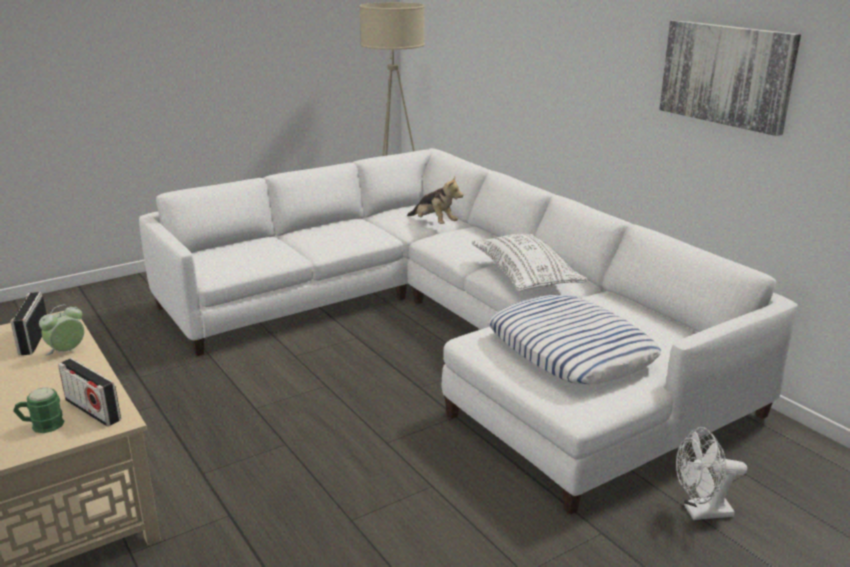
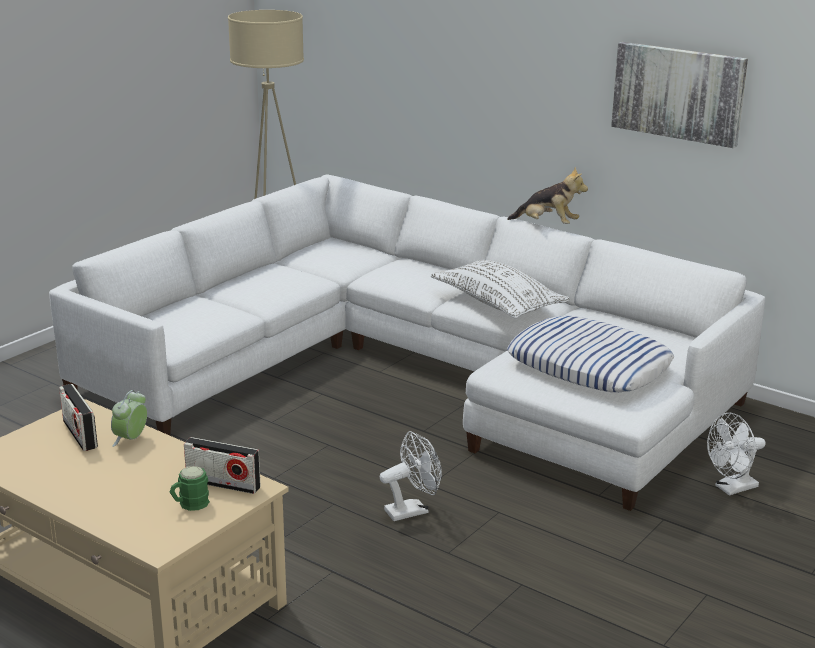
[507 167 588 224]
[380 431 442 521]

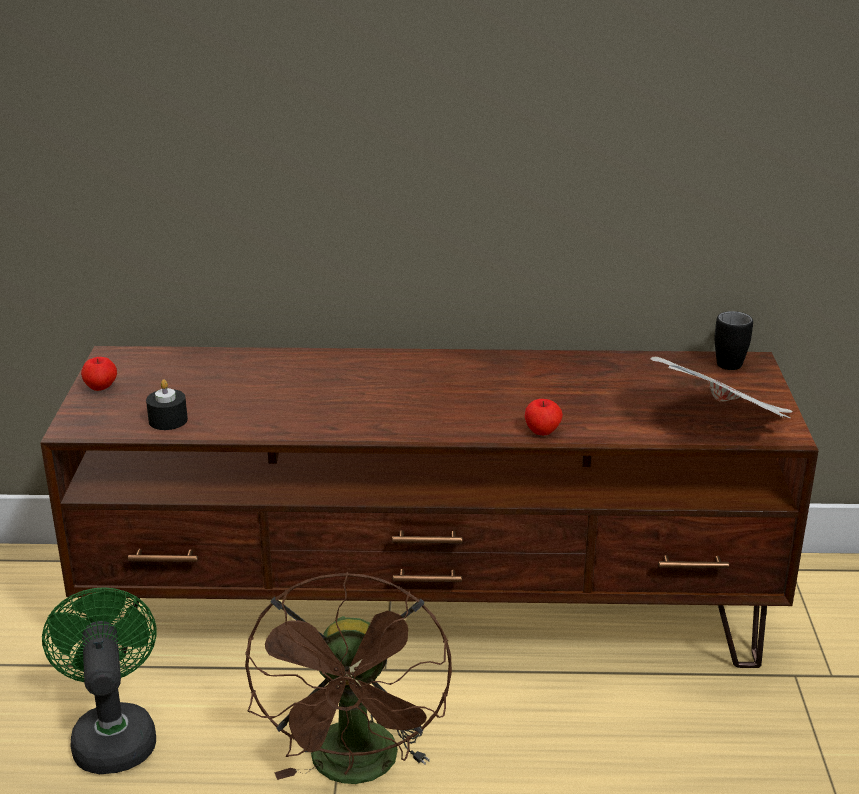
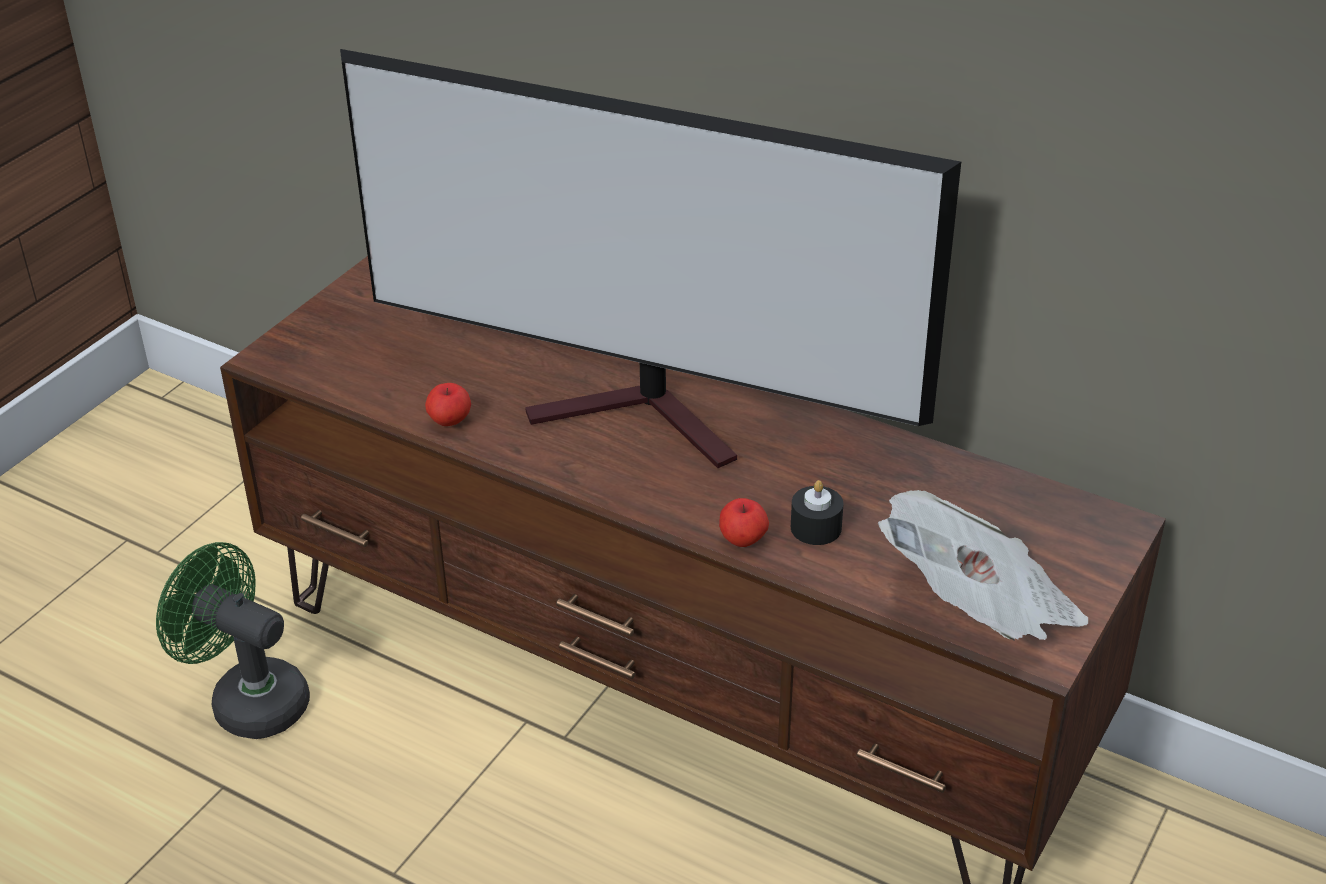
[715 311 753 370] (first image)
[425 383 471 426]
[791 480 843 545]
[245 572 452 784] (first image)
[156 542 310 739]
[340 49 961 468]

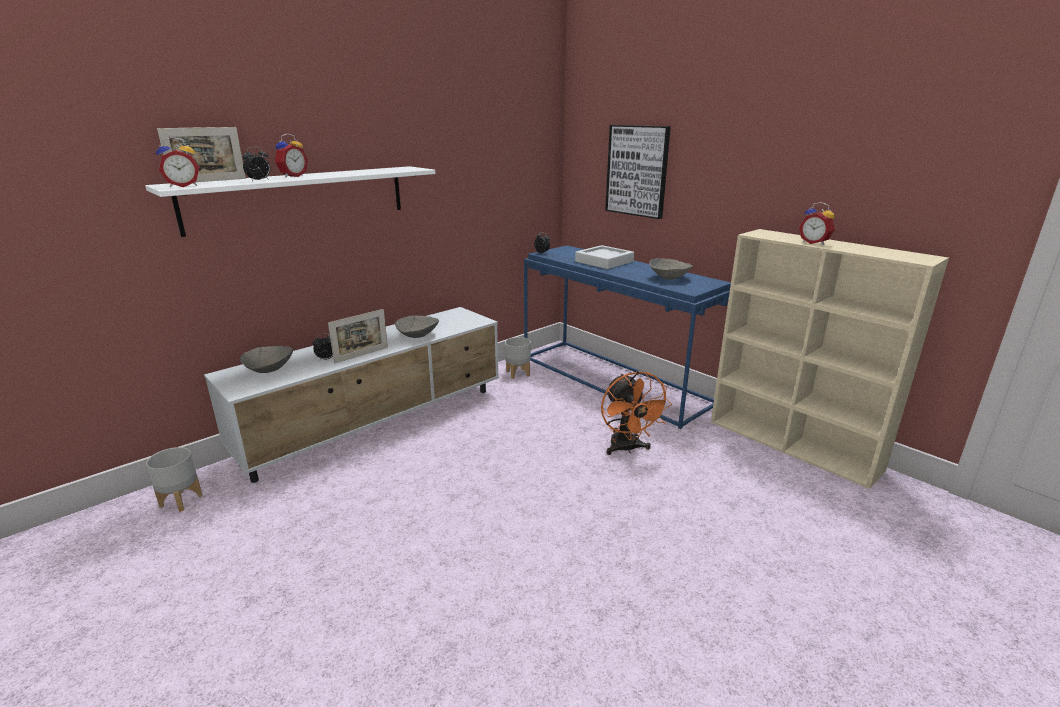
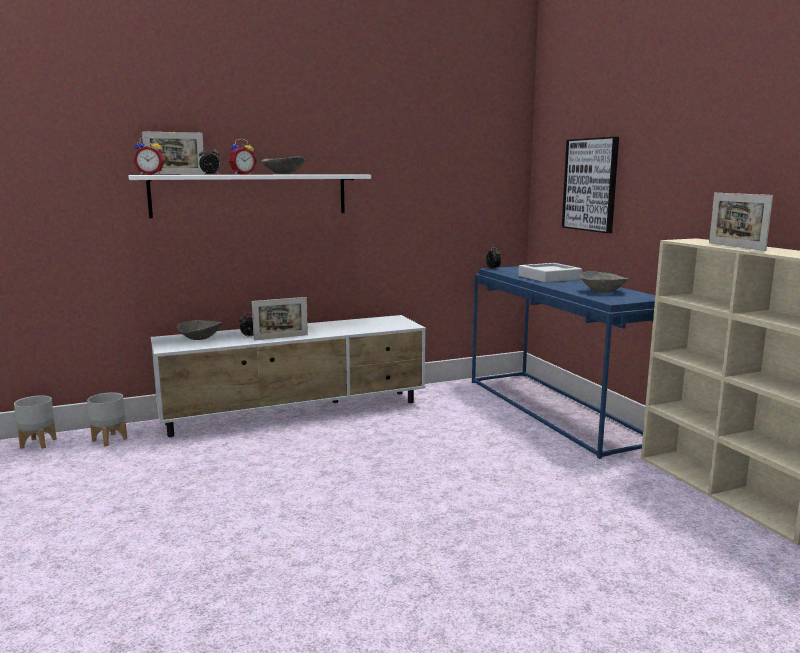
[709 193 773 251]
[261 157 306 174]
[14 395 57 449]
[601 371 672 455] (first image)

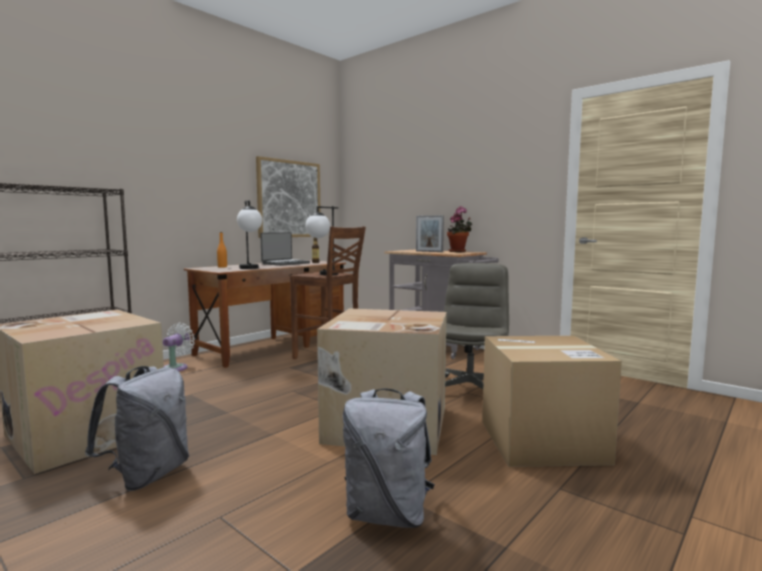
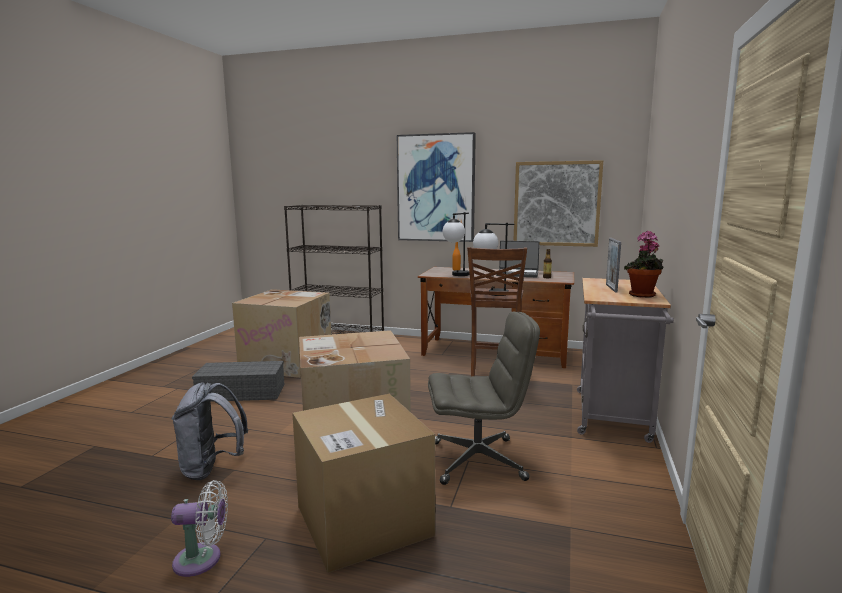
[171 480 228 577]
[192 361 284 402]
[397 132 476 242]

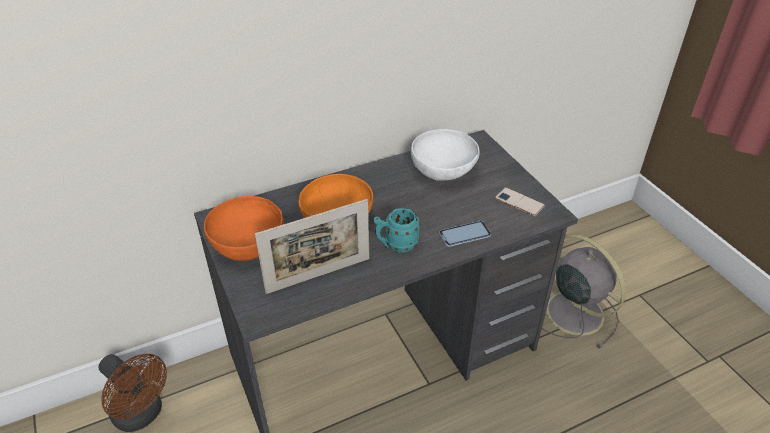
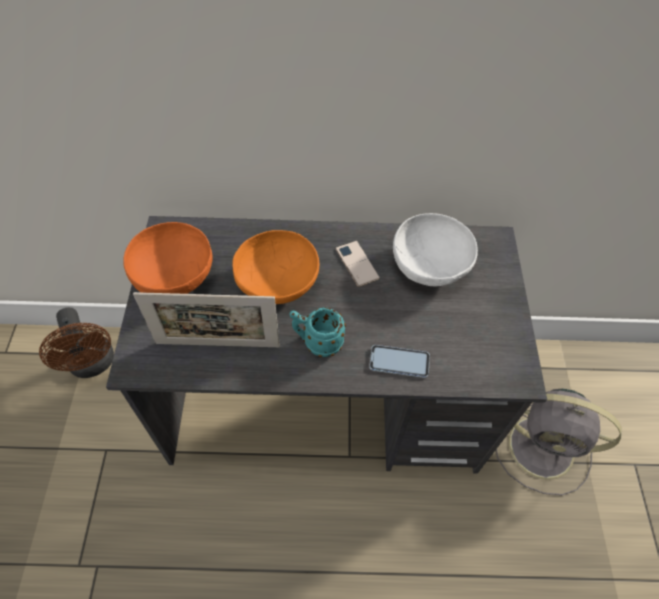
[336 241 380 287]
[496 389 622 495]

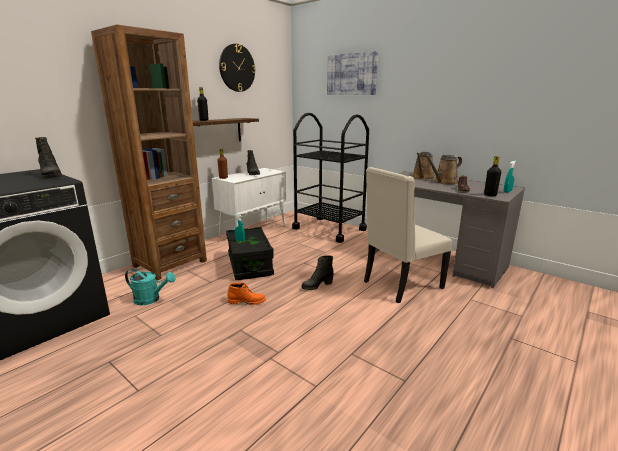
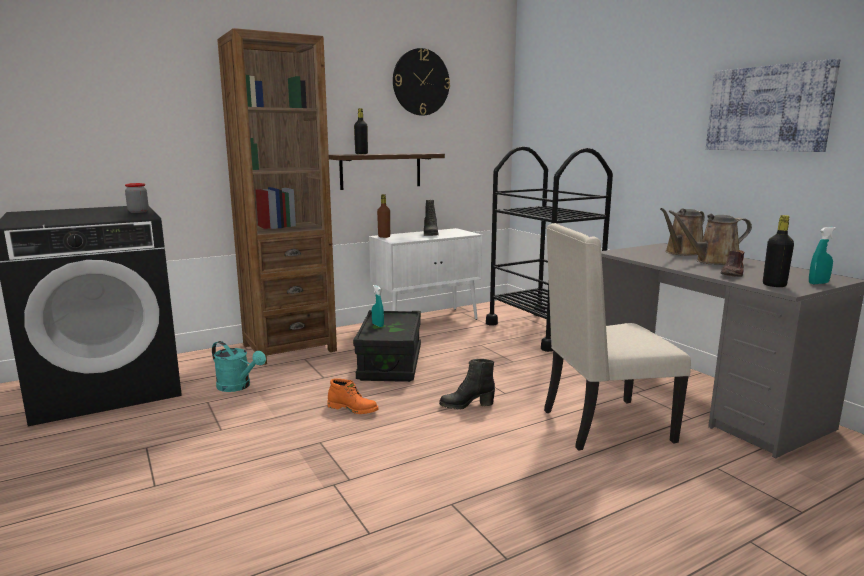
[706 59 840 152]
[125 183 149 213]

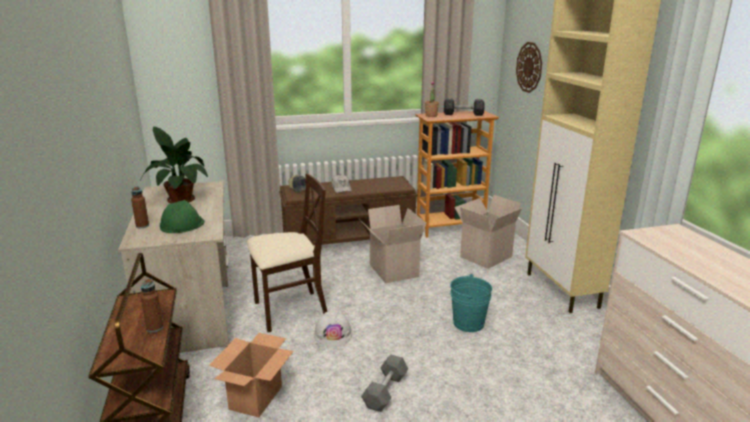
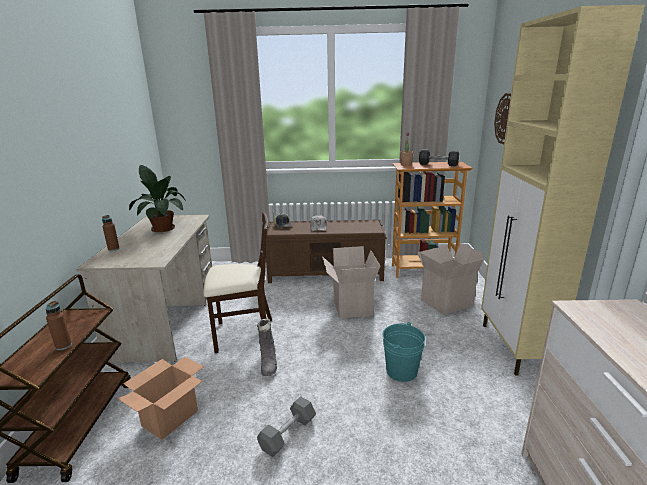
[160 200 205 233] (first image)
[257 318 277 376]

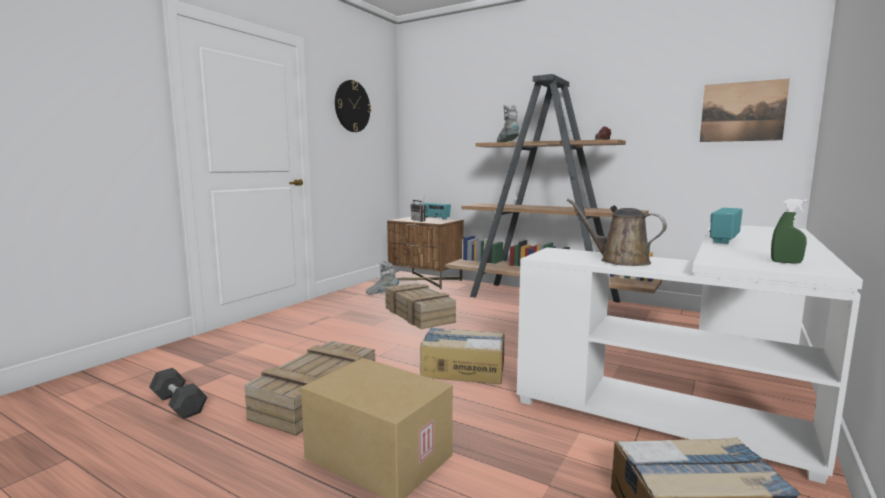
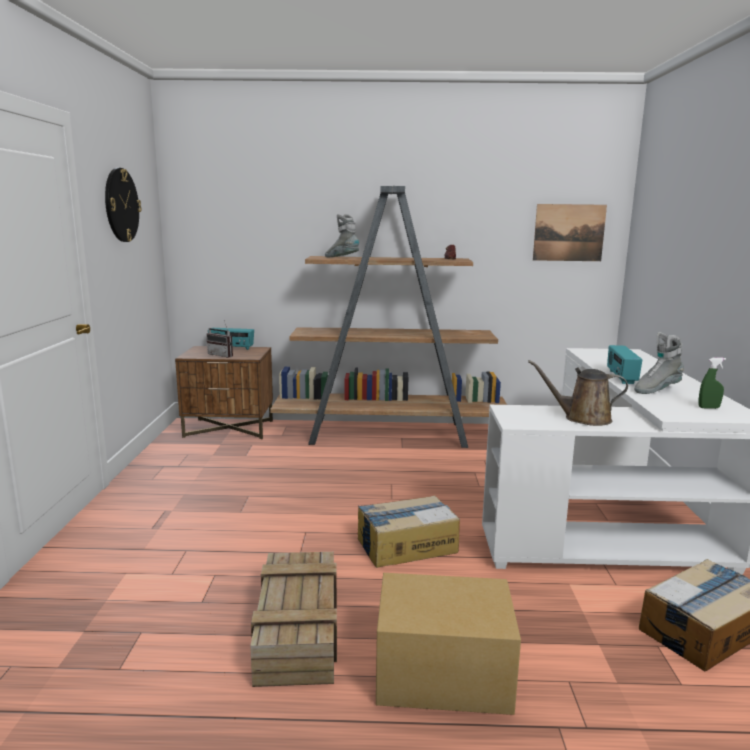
[634 332 684 394]
[385 283 456 329] (first image)
[149 368 207 419] (first image)

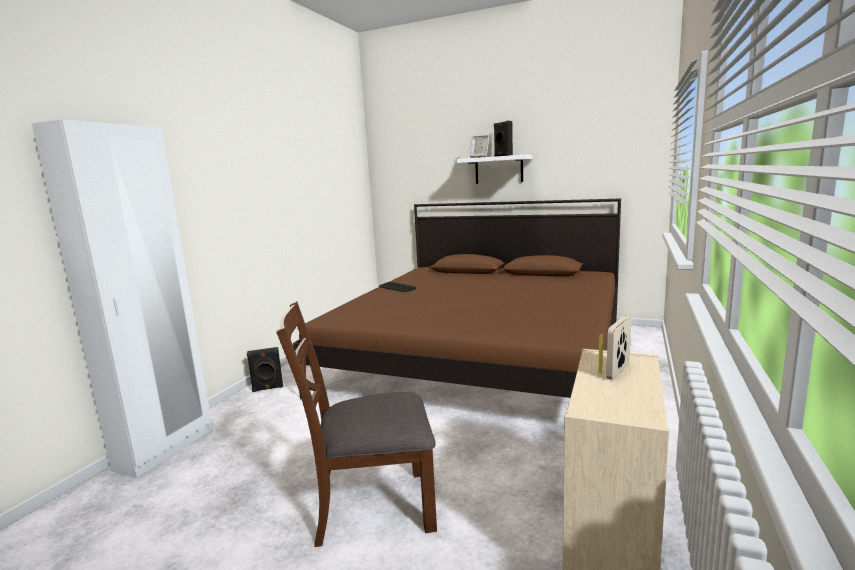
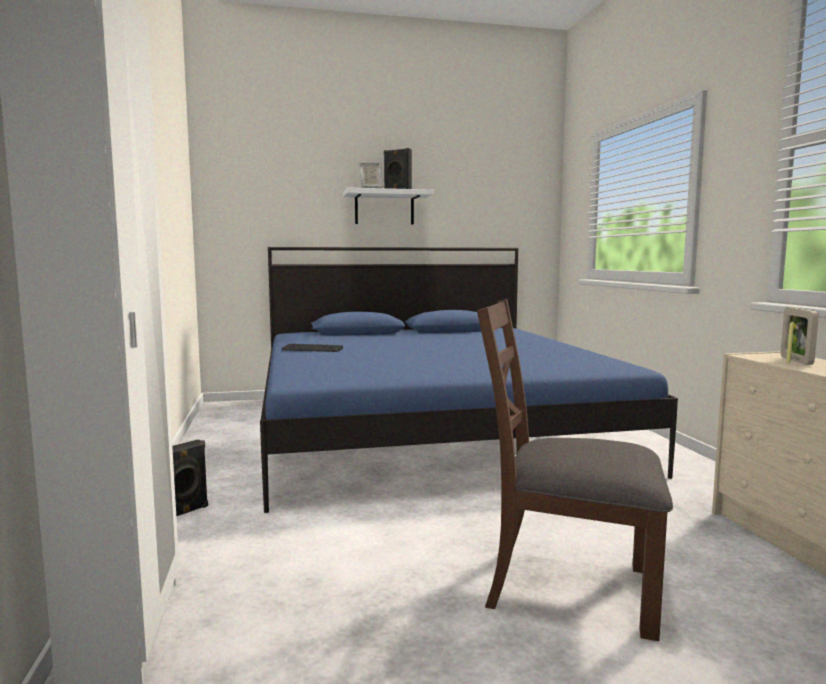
[260 247 678 513]
[477 299 673 641]

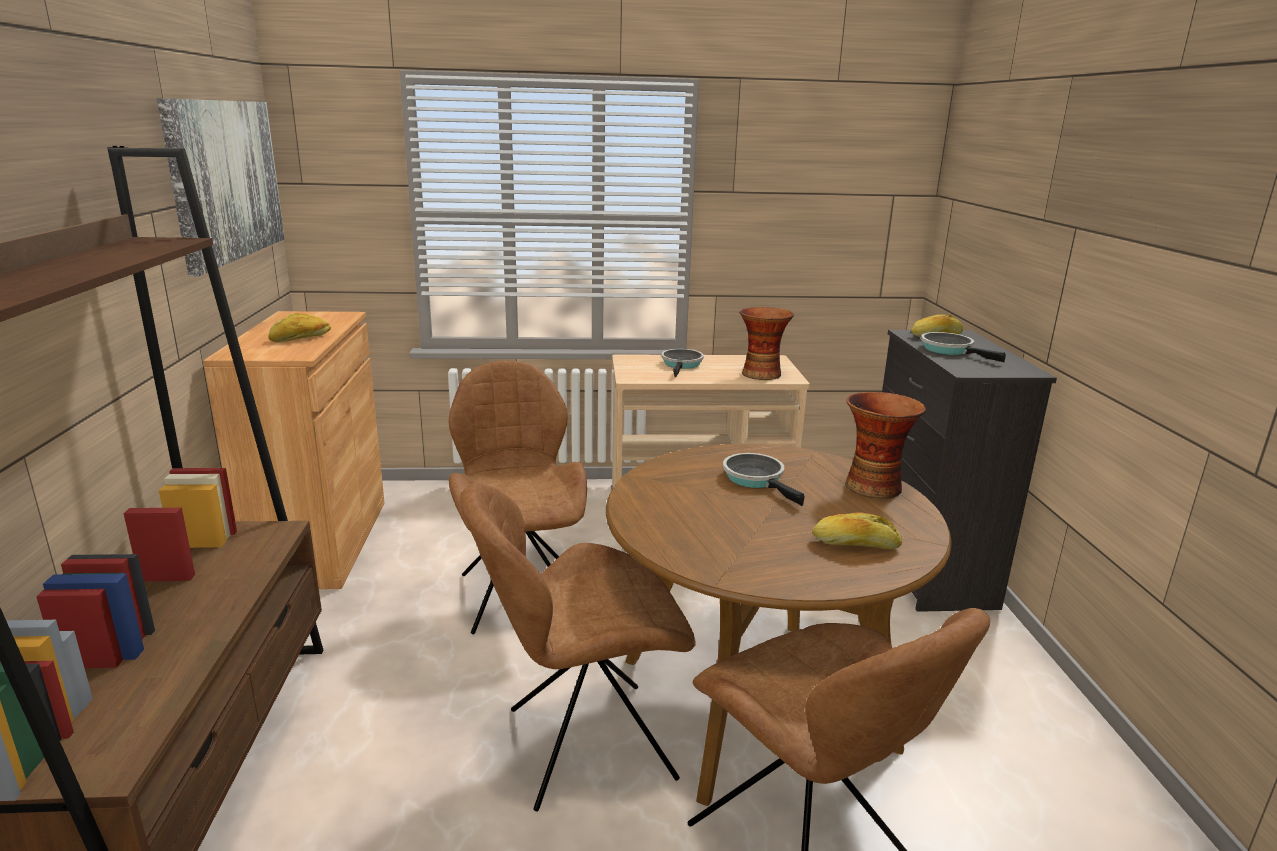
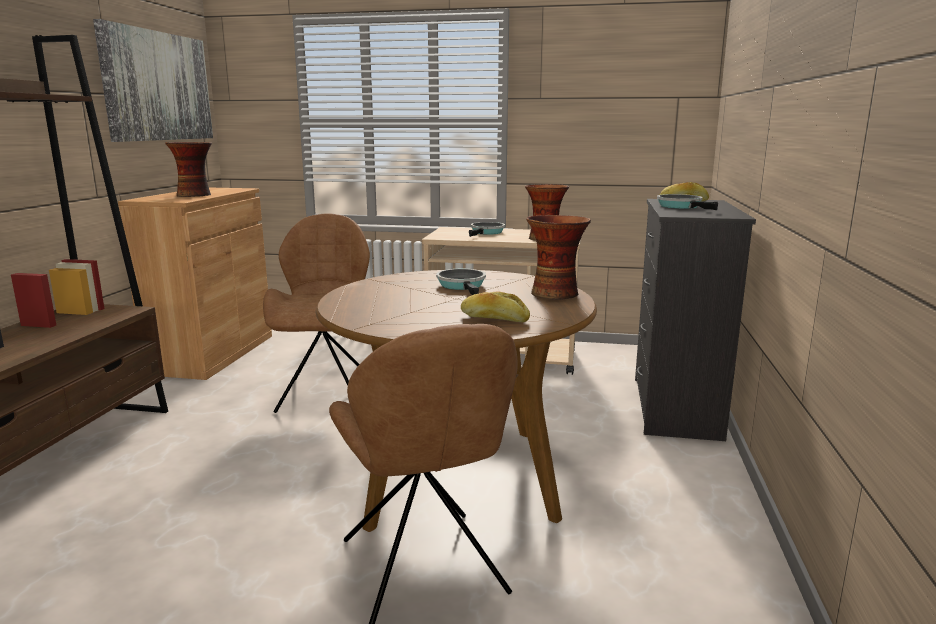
[165 142 212 197]
[460 483 696 812] (first image)

